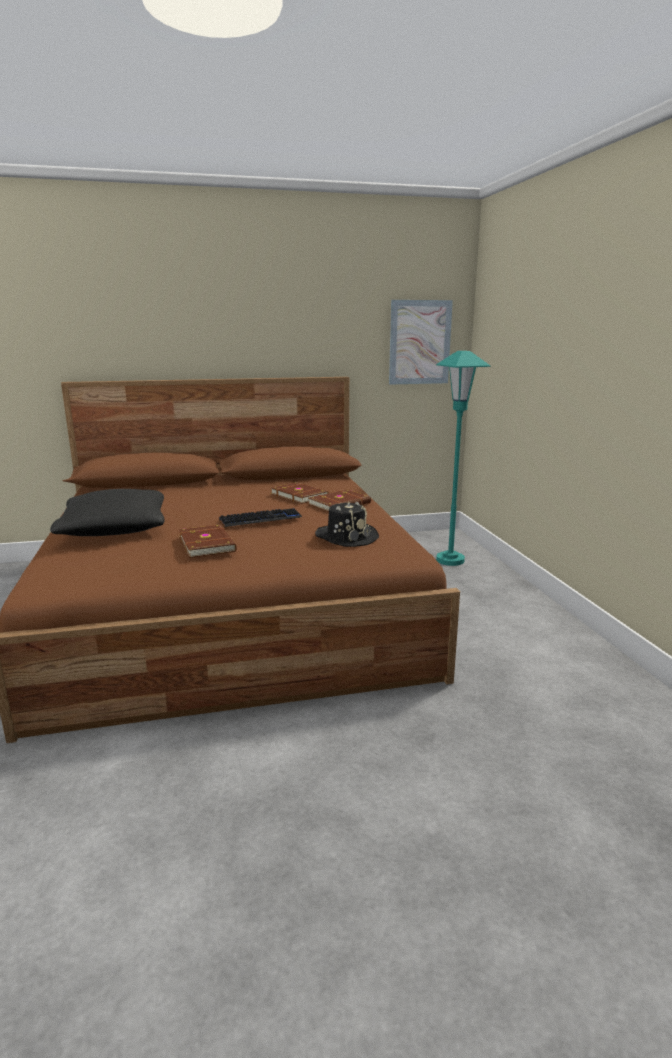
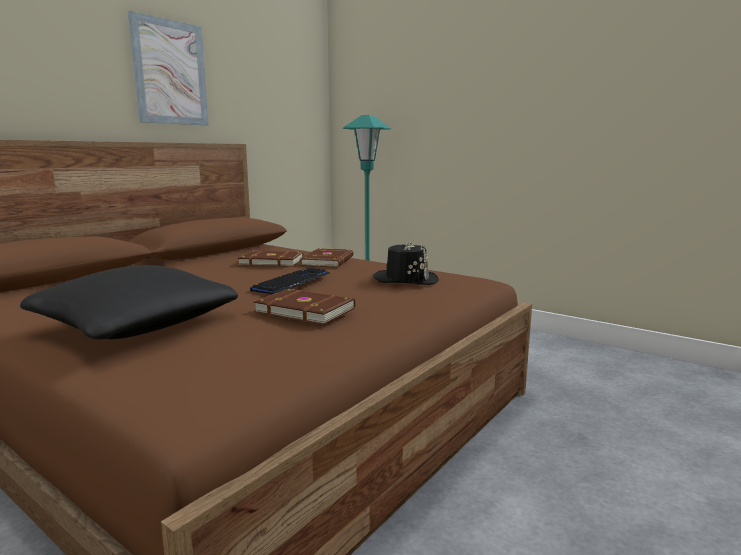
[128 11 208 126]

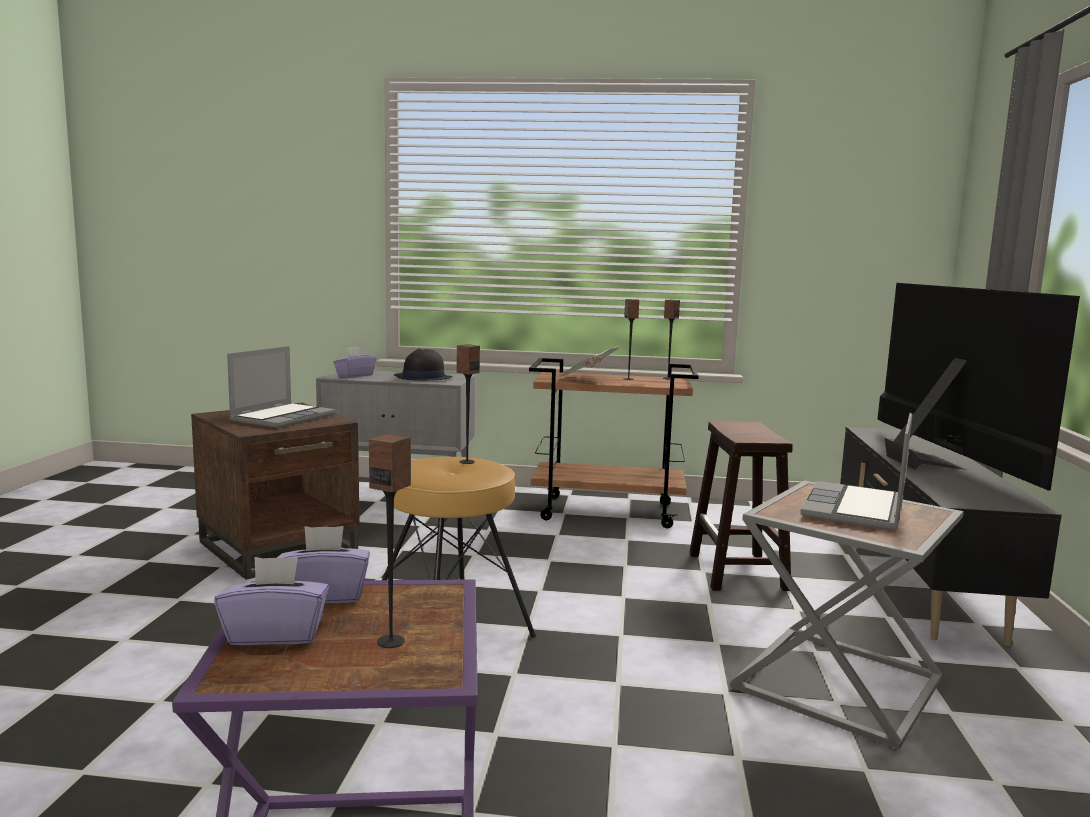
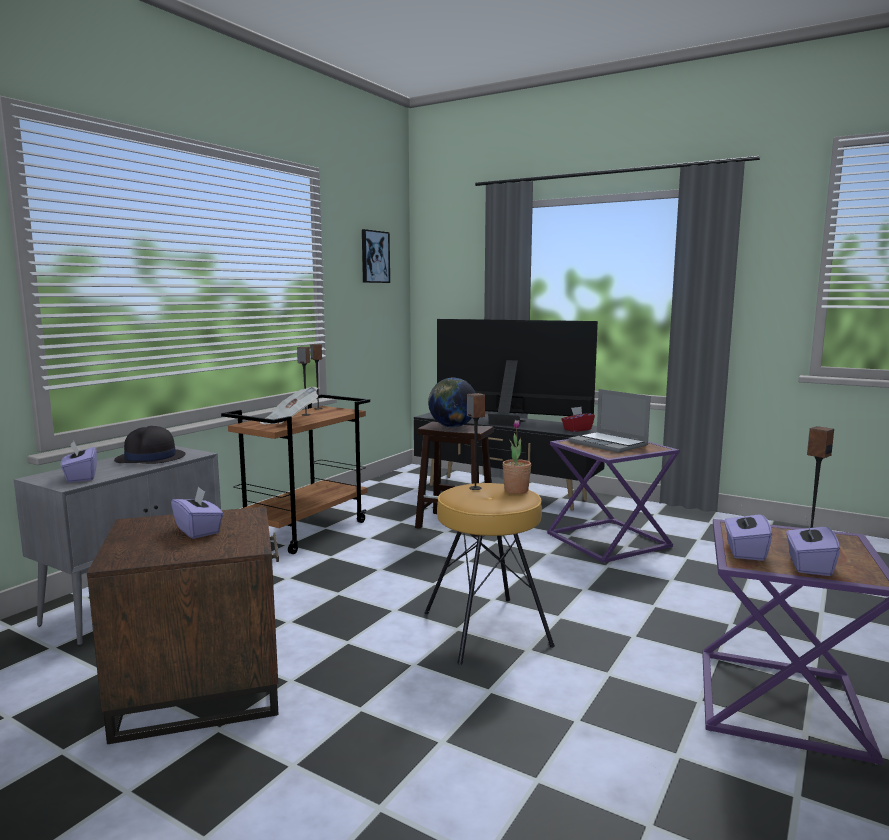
[171 486 224 539]
[547 439 679 563]
[362 229 390 283]
[428 377 476 428]
[561 407 595 432]
[502 420 531 494]

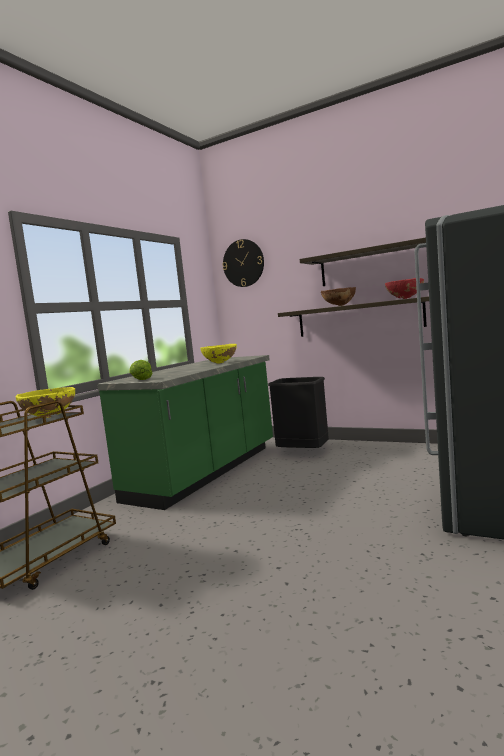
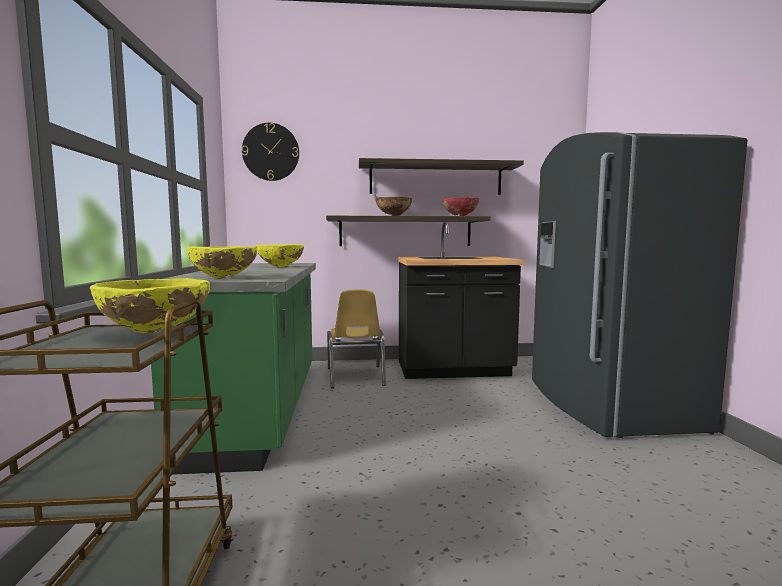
[186 246 257 279]
[327 289 386 389]
[398 222 524 379]

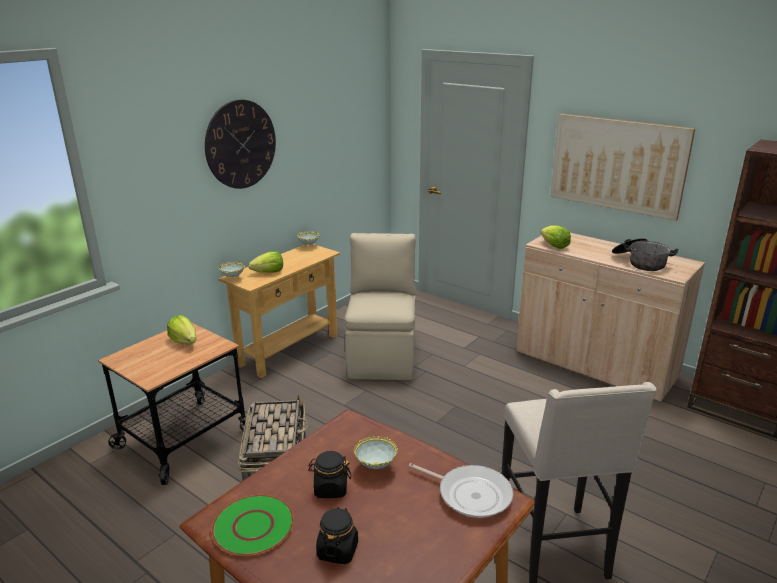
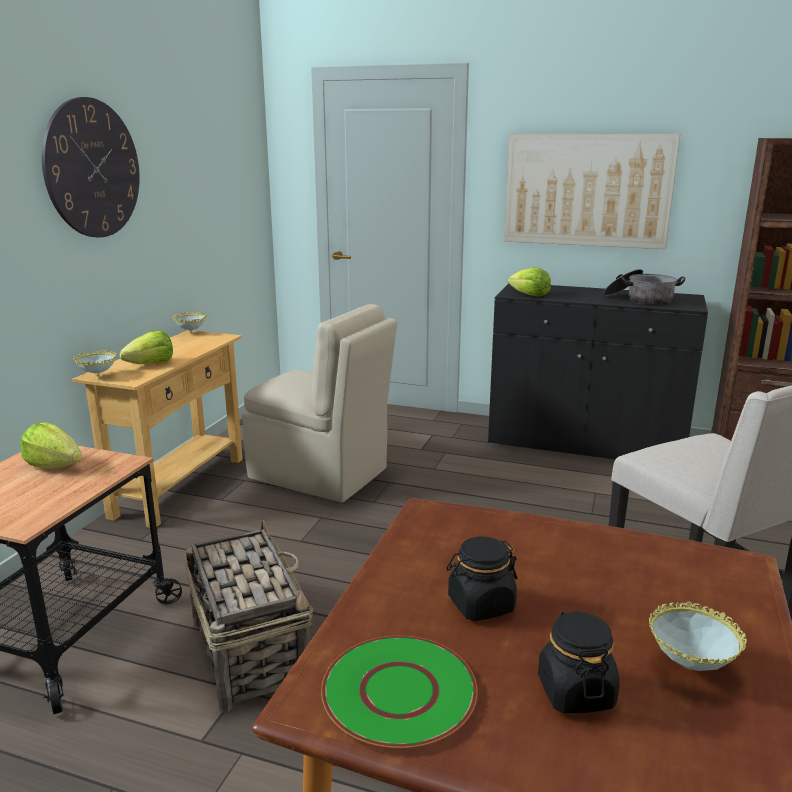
[242 304 398 502]
[488 283 708 459]
[649 601 747 671]
[409 463 513 518] (first image)

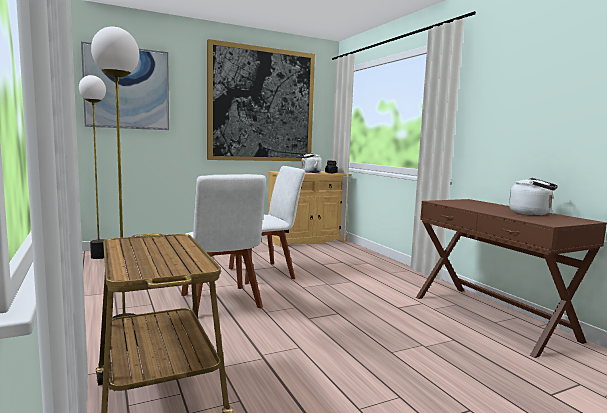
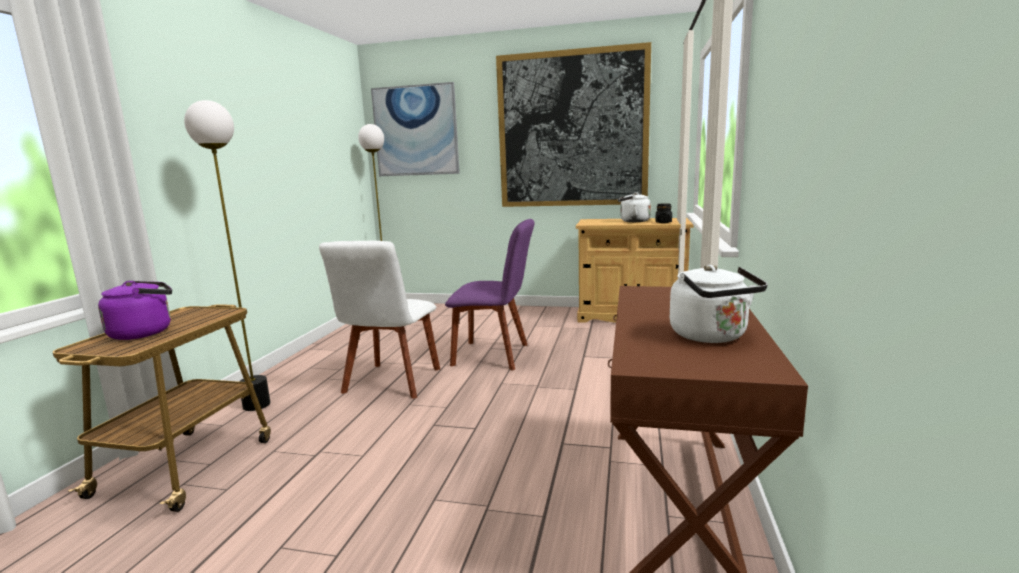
[445 219 535 370]
[98 281 172 340]

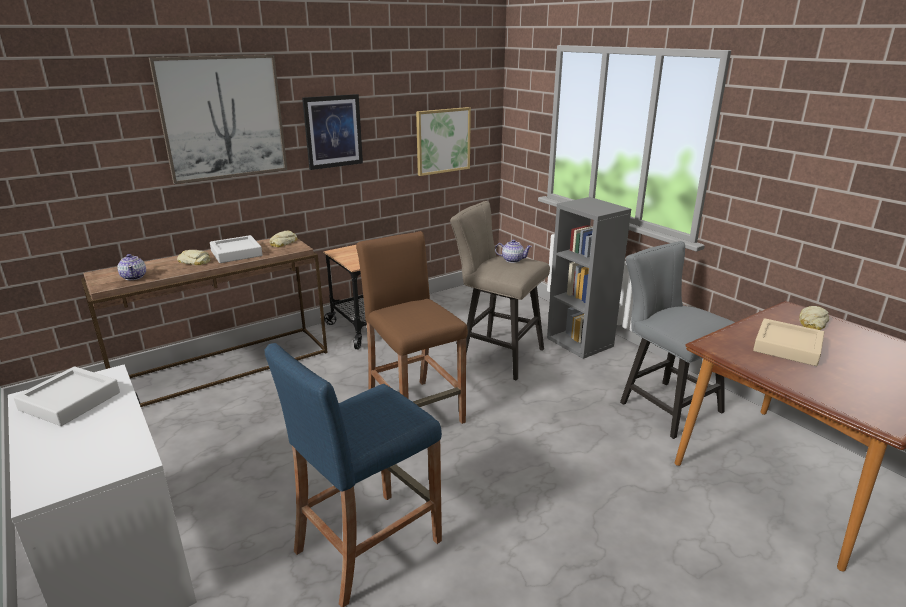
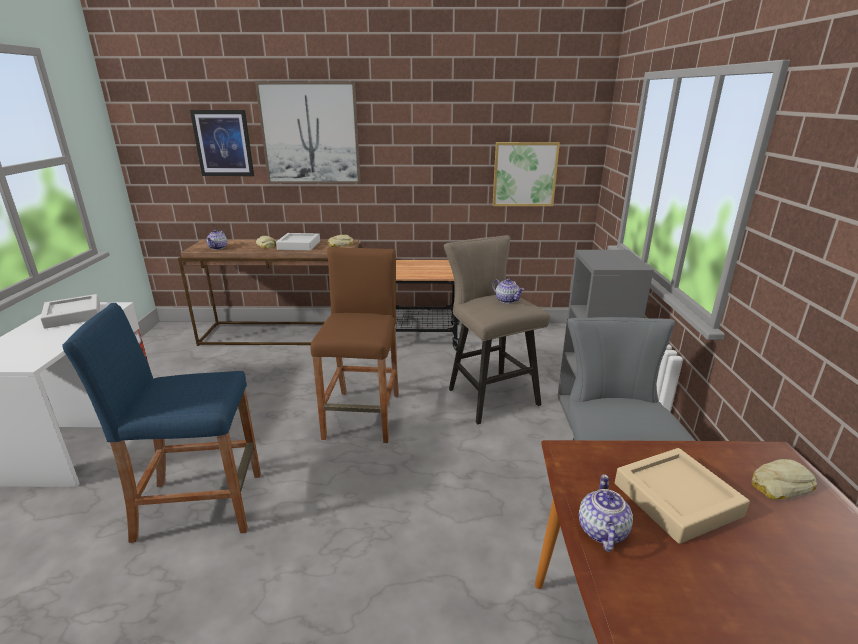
[190 110 254 176]
[579 474 633 552]

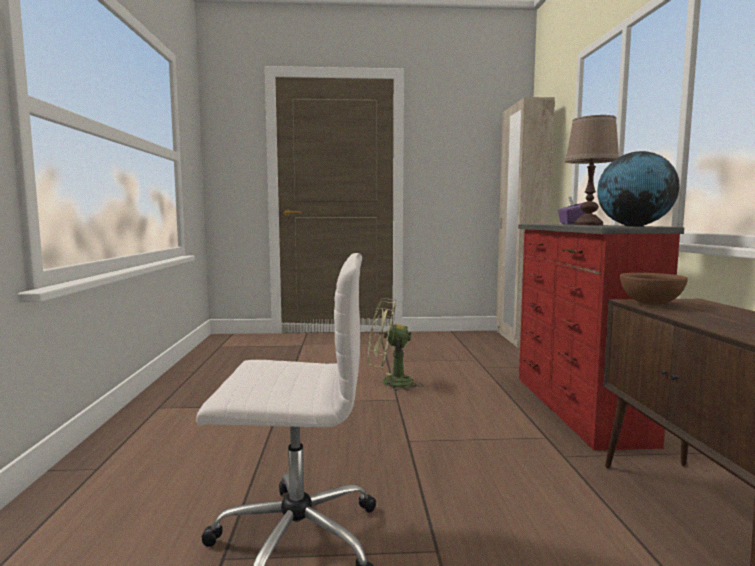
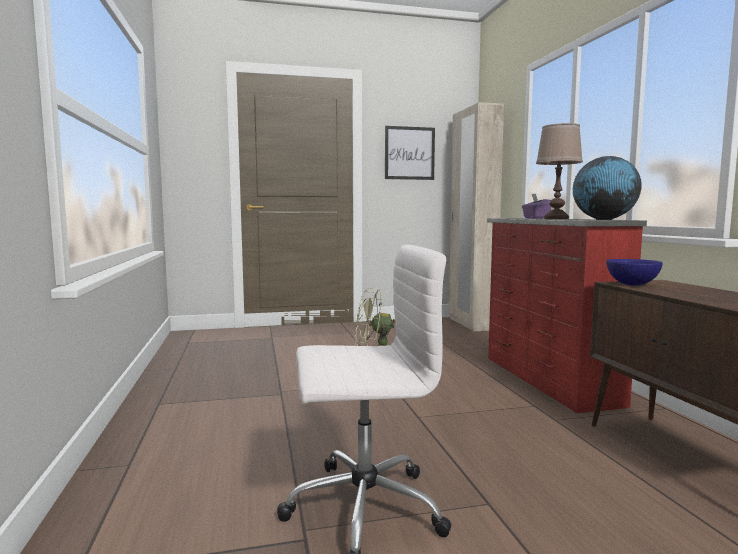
[606 259 663 286]
[385 126 435 180]

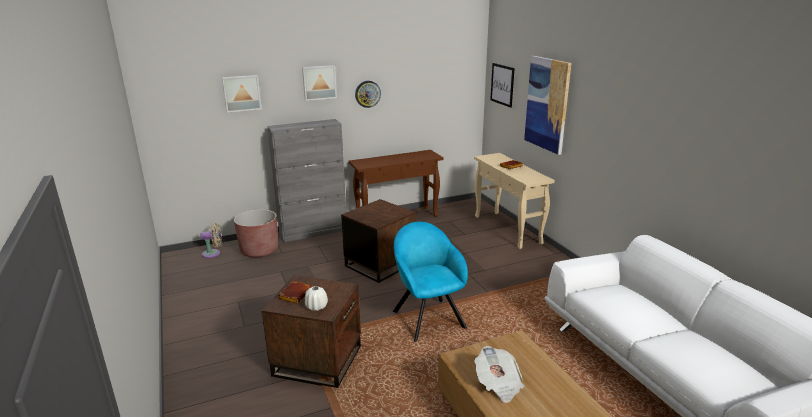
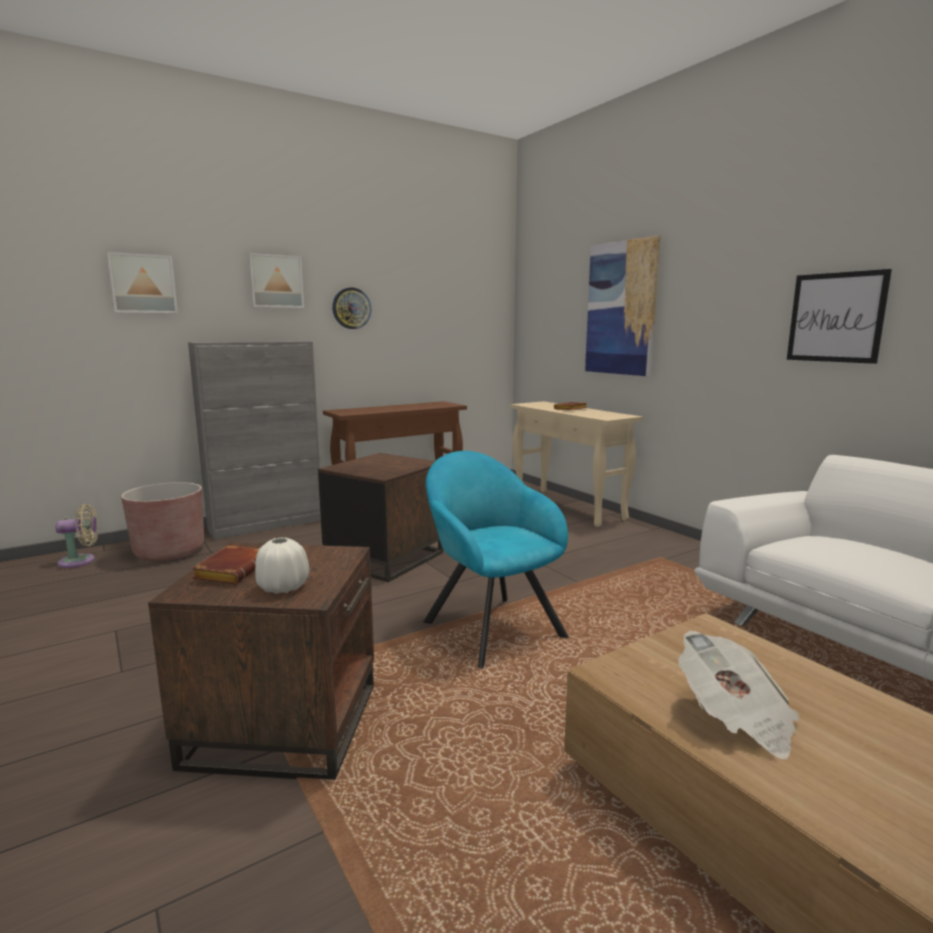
[787 269 892 364]

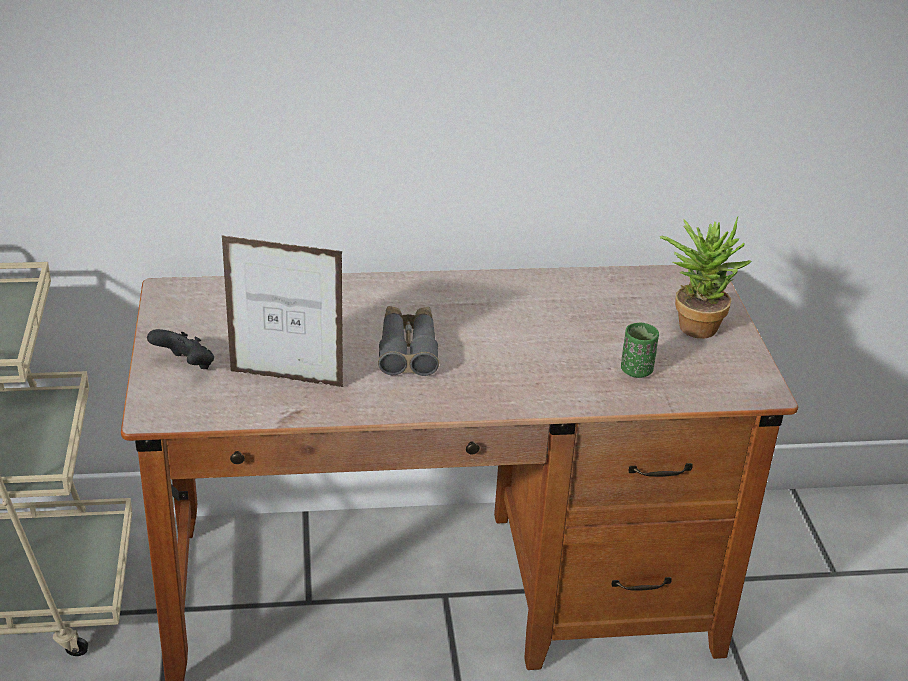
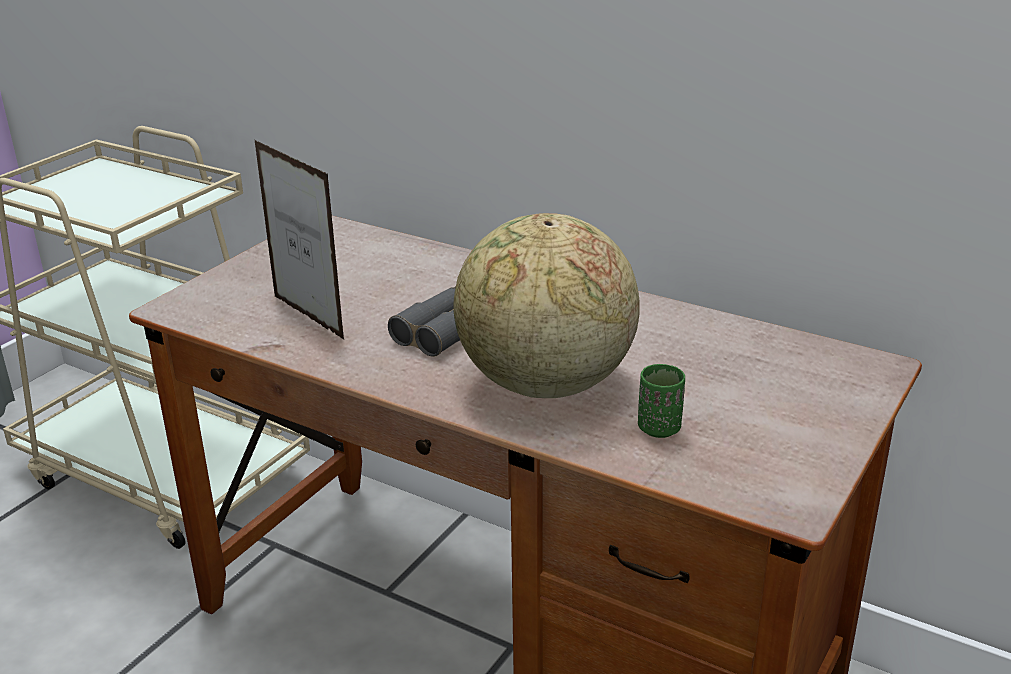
[660 217 752 338] (first image)
[147 329 214 369] (first image)
[453 213 640 398]

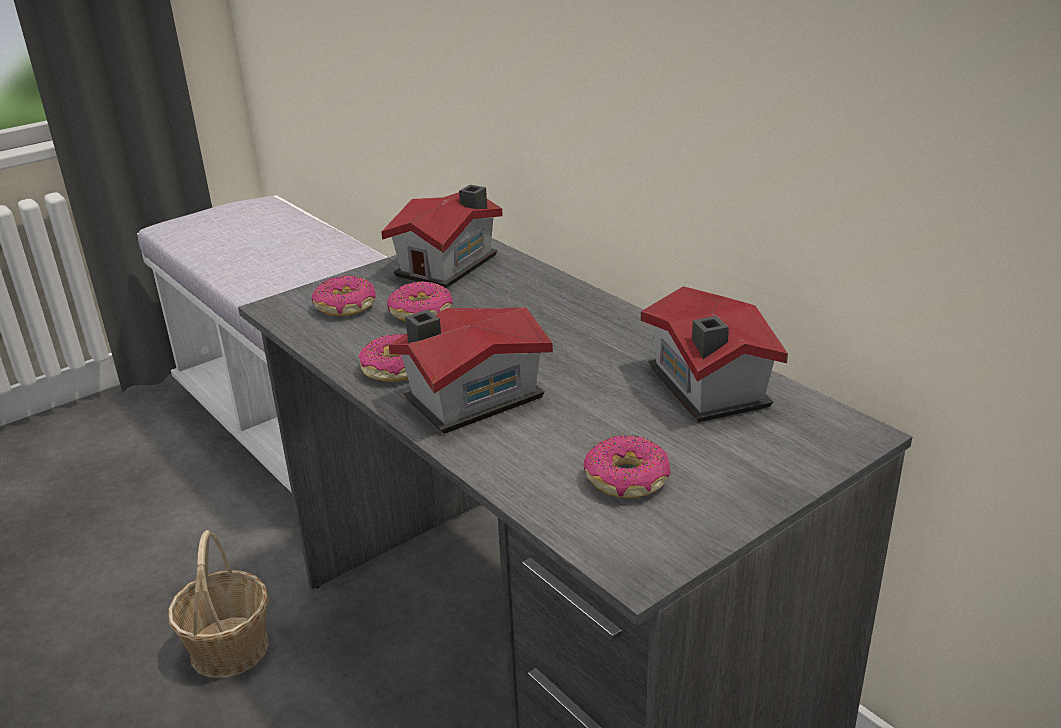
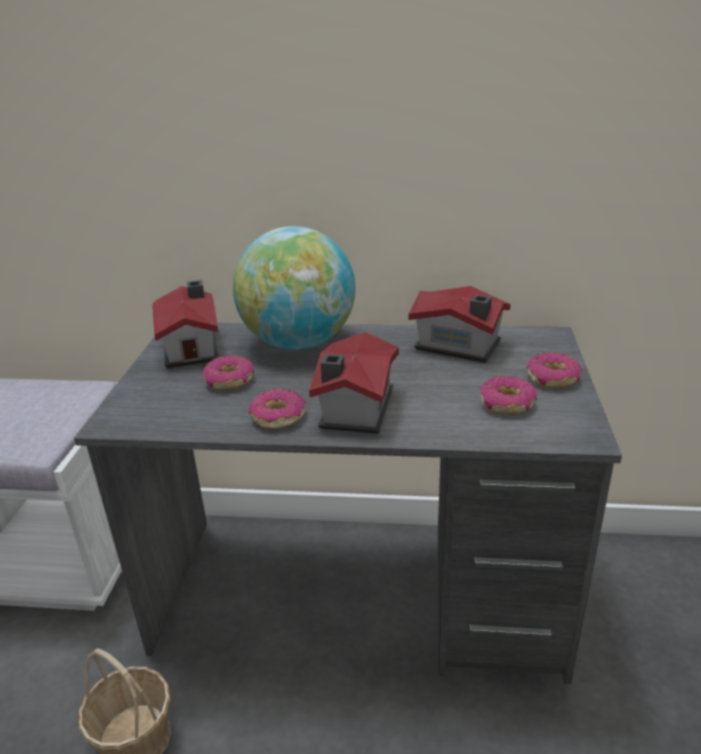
[527 352 582 388]
[233 226 356 350]

